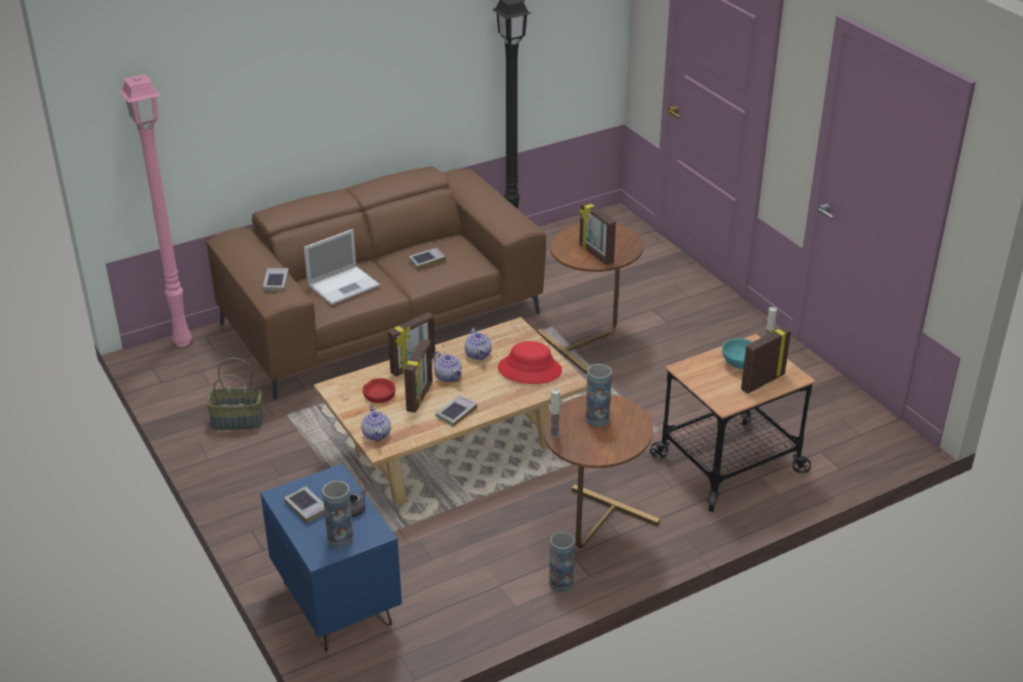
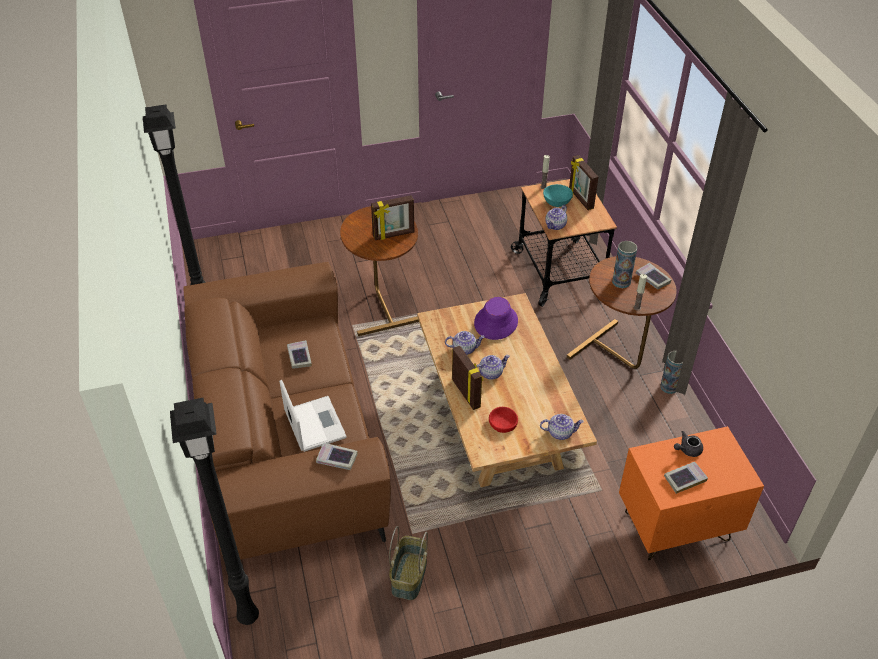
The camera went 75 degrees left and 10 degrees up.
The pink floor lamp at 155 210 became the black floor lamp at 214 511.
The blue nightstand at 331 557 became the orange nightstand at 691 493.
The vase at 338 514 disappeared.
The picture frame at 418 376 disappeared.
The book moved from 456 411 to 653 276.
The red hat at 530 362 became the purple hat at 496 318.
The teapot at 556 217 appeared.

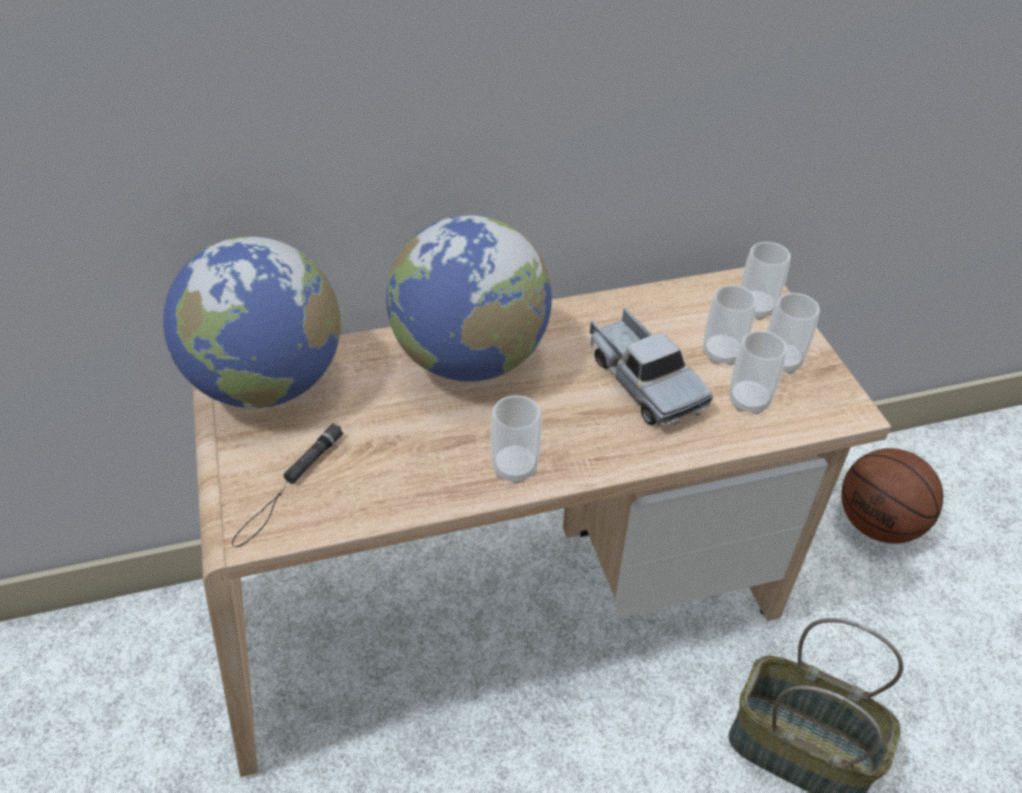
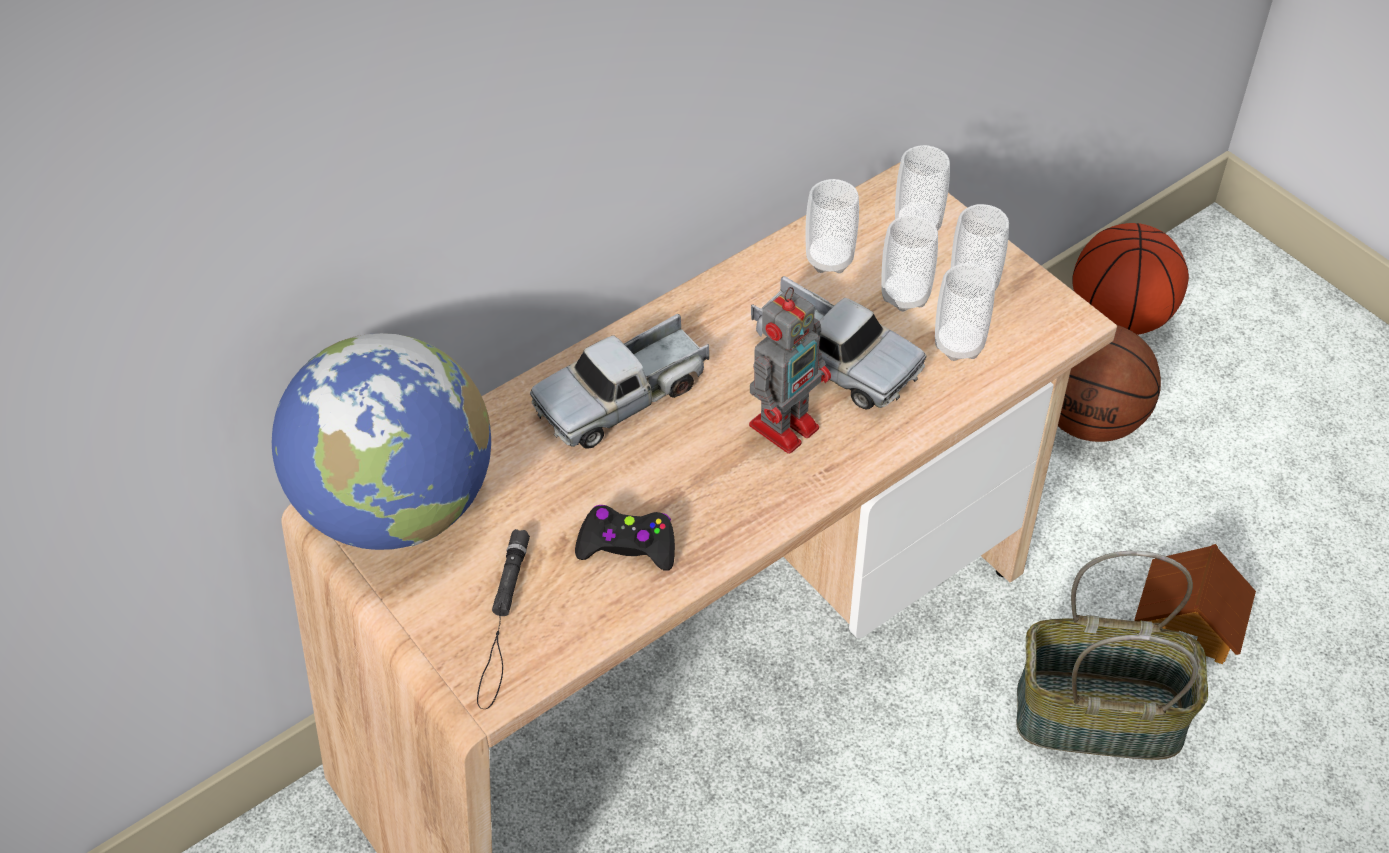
The camera went 20 degrees left and 5 degrees up.
The globe at 469 298 was replaced by the toy truck at 619 381.
The cup moved from 516 439 to 832 226.
The black game controller at 625 538 appeared.
The toy robot at 790 370 appeared.
The basketball at 1130 279 appeared.
The toy house at 1195 604 appeared.

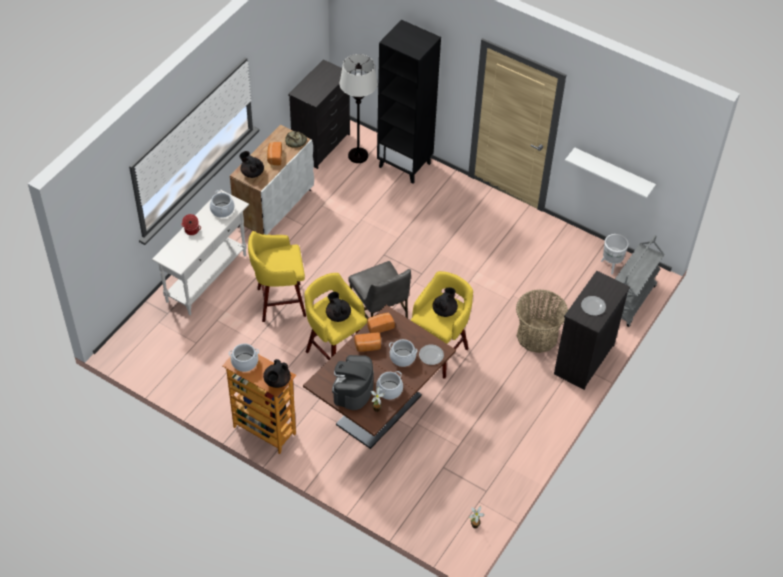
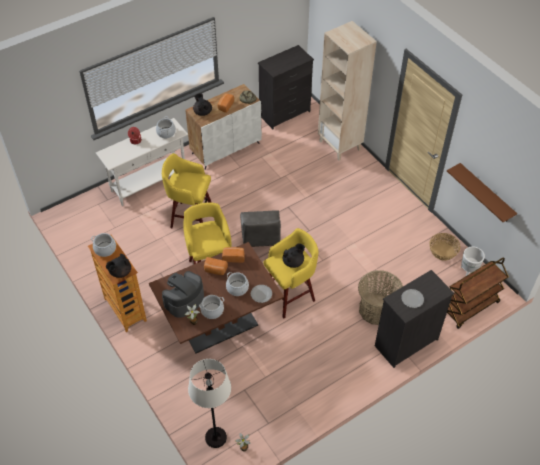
The camera went 25 degrees right and 0 degrees up.
The black teapot at 338 307 disappeared.
The white floor lamp moved from 359 108 to 209 403.
The black bookcase at 409 101 became the beige bookcase at 347 91.
The white shelf at 610 172 became the brown shelf at 482 193.
The grey cart at 639 281 became the brown cart at 478 293.
The basket at 445 247 appeared.

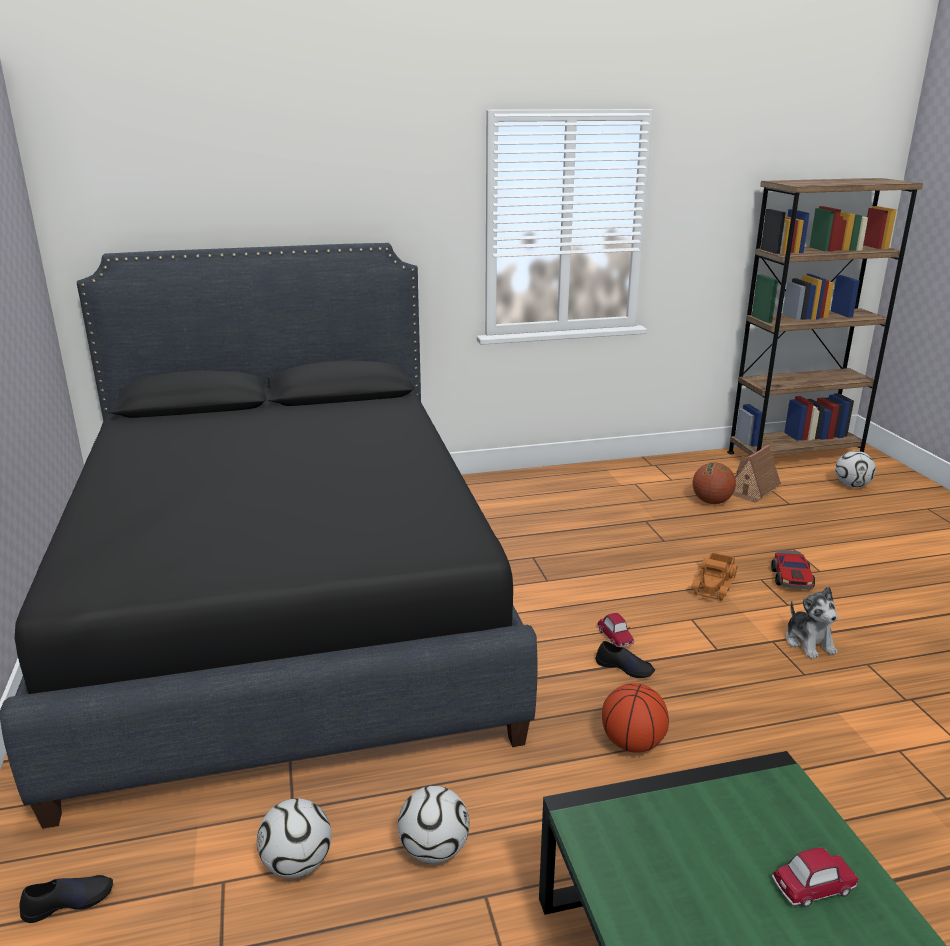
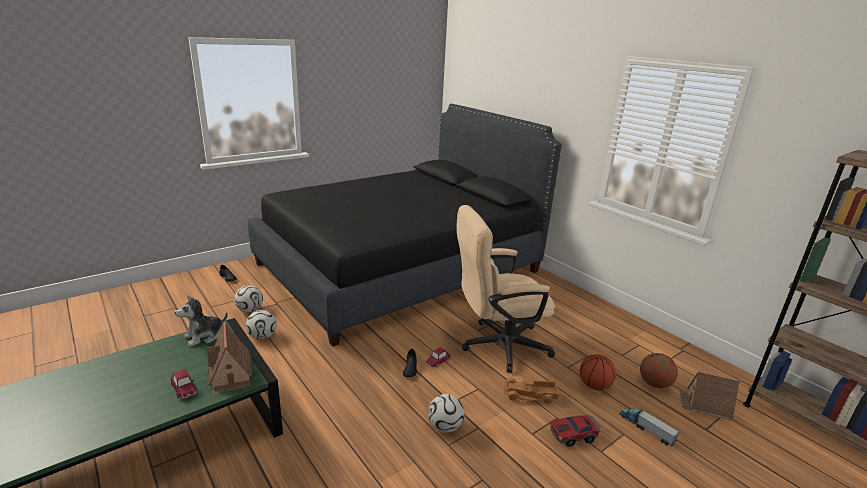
The camera went 65 degrees right and 0 degrees up.
The basketball moved from 635 718 to 598 372.
The plush toy moved from 812 622 to 201 321.
The football moved from 855 469 to 446 413.
The toy house at 229 358 appeared.
The beige office chair at 505 289 appeared.
The toy truck at 649 427 appeared.

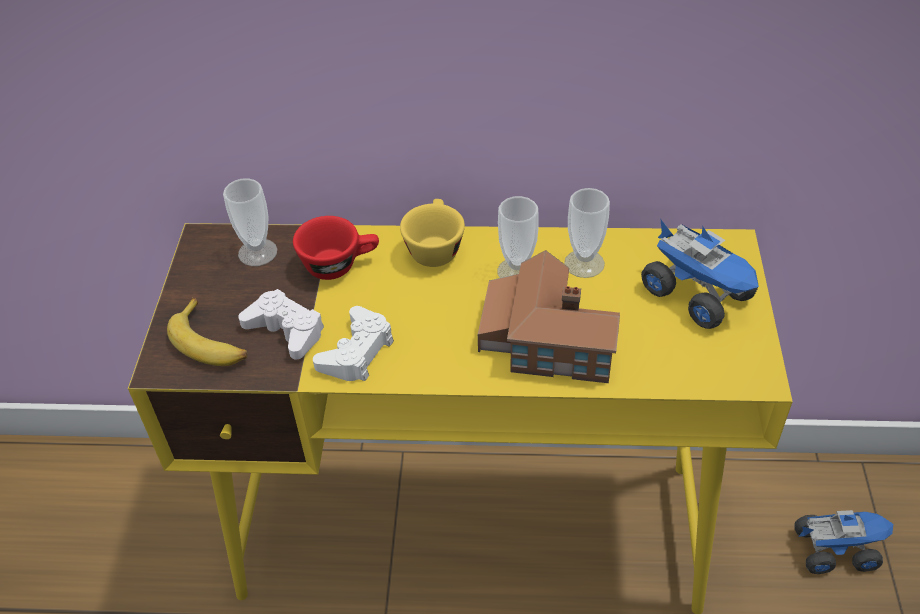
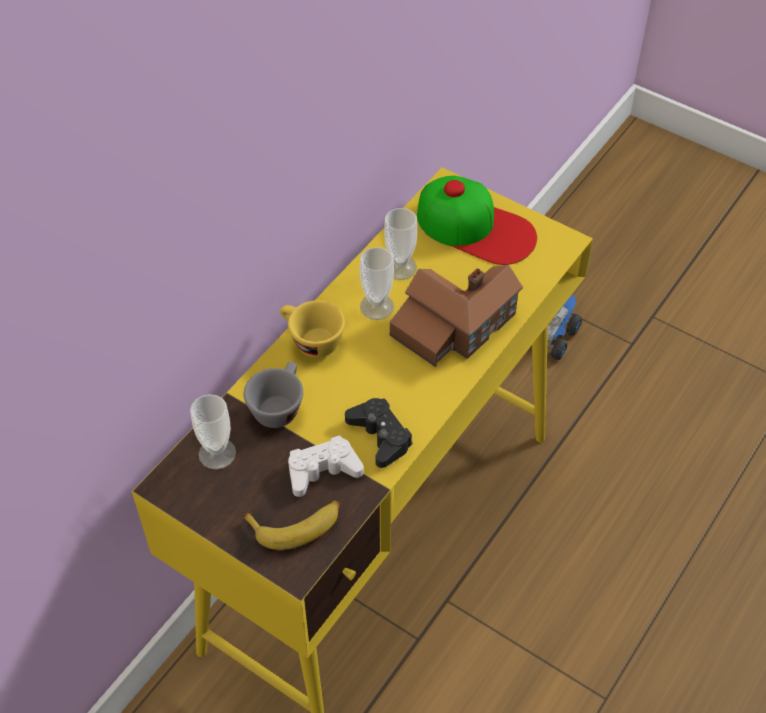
The camera went 60 degrees left and 5 degrees up.
The red cup at 336 248 became the grey cup at 273 395.
The white game controller at 353 343 became the black game controller at 379 433.
The toy truck at 700 274 was replaced by the cap at 477 220.

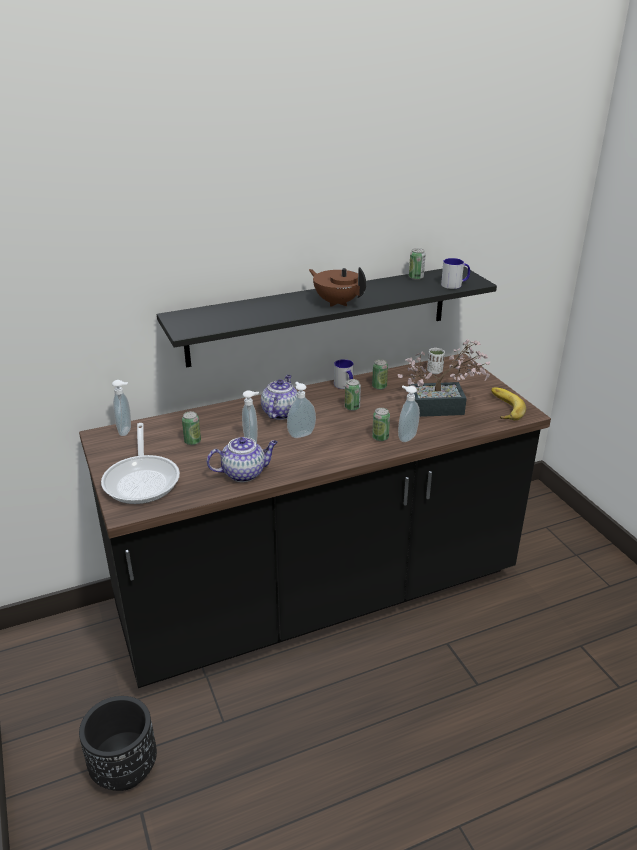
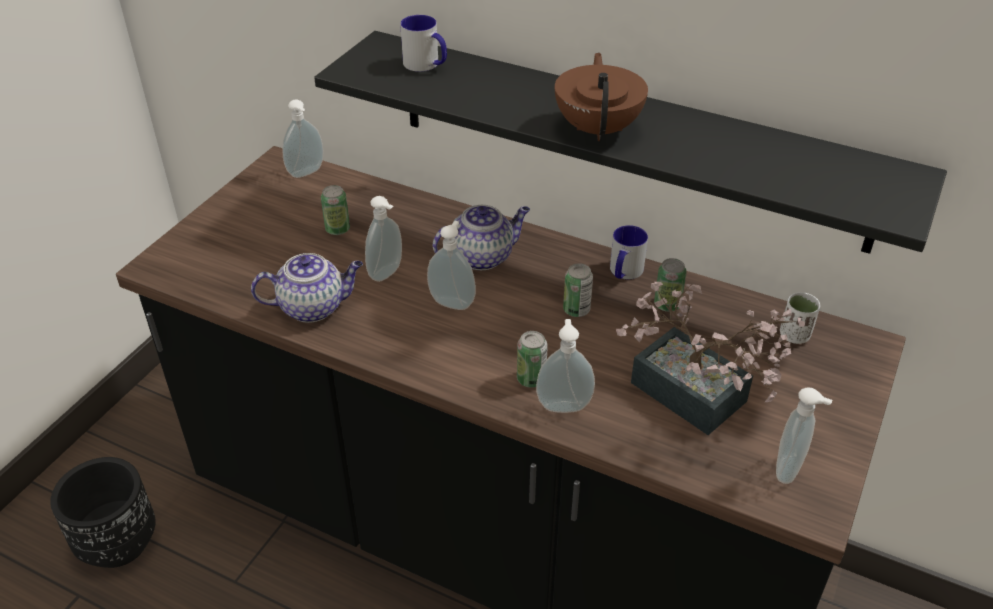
The camera went 50 degrees right and 10 degrees up.
The frying pan at 140 463 disappeared.
The teapot at 242 459 turned 45 degrees counterclockwise.
The can at 417 264 disappeared.
The mug moved from 455 273 to 423 43.
The banana at 508 403 was replaced by the soap dispenser at 804 435.

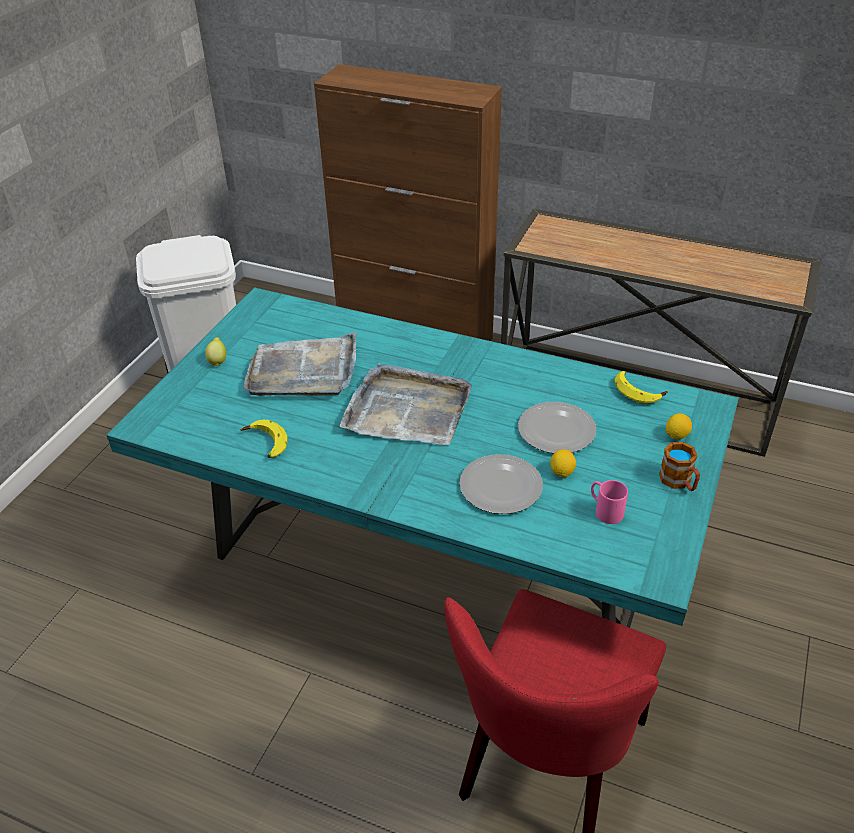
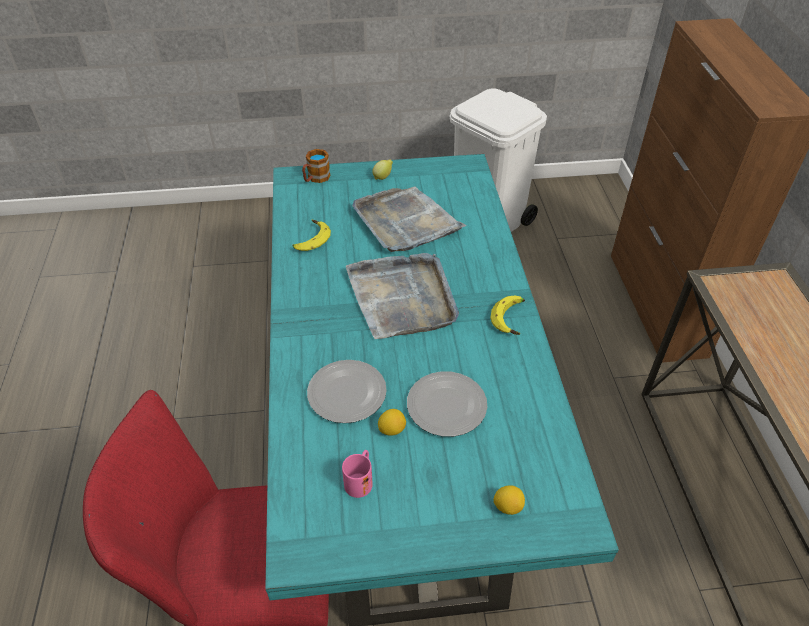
The camera went 60 degrees right and 5 degrees up.
The banana moved from 640 387 to 507 315.
The mug moved from 679 466 to 316 166.

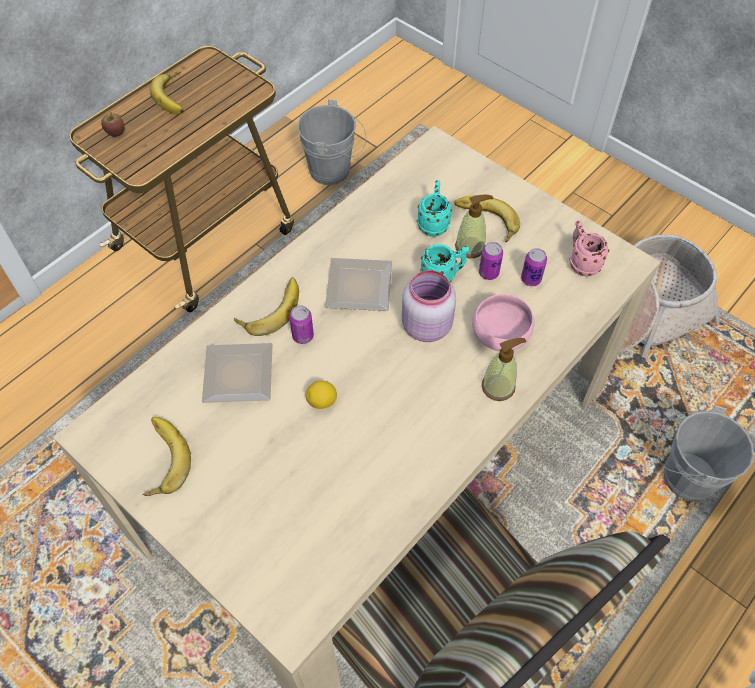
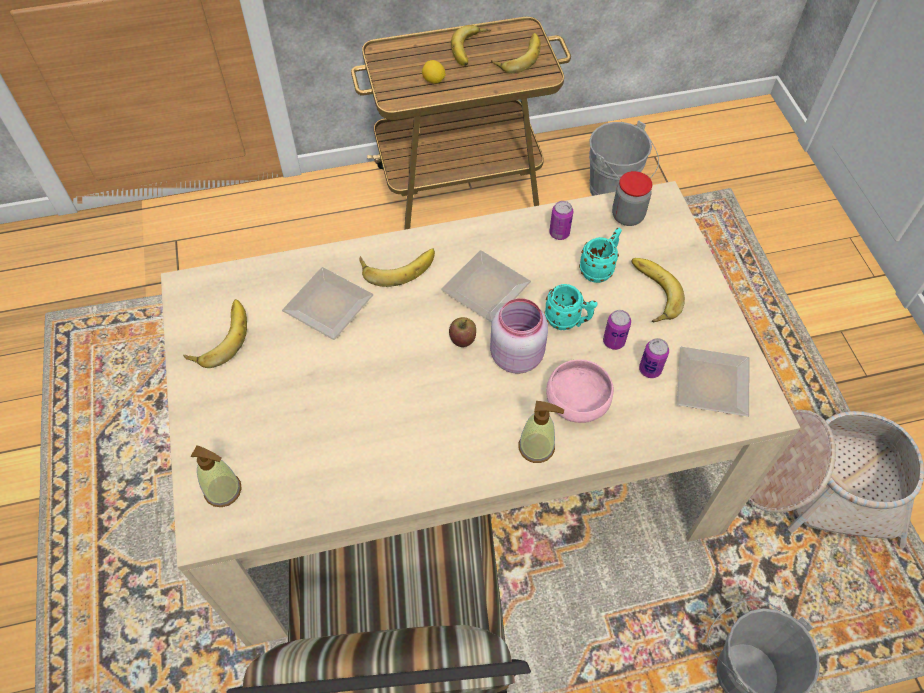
The camera went 35 degrees right and 0 degrees up.
The apple moved from 112 124 to 462 332.
The can moved from 301 324 to 561 220.
The lemon moved from 321 394 to 434 72.
The soap dispenser moved from 474 226 to 216 476.
The pink mug at 589 248 was replaced by the plate at 713 381.
The banana at 516 53 appeared.
The jar at 632 198 appeared.

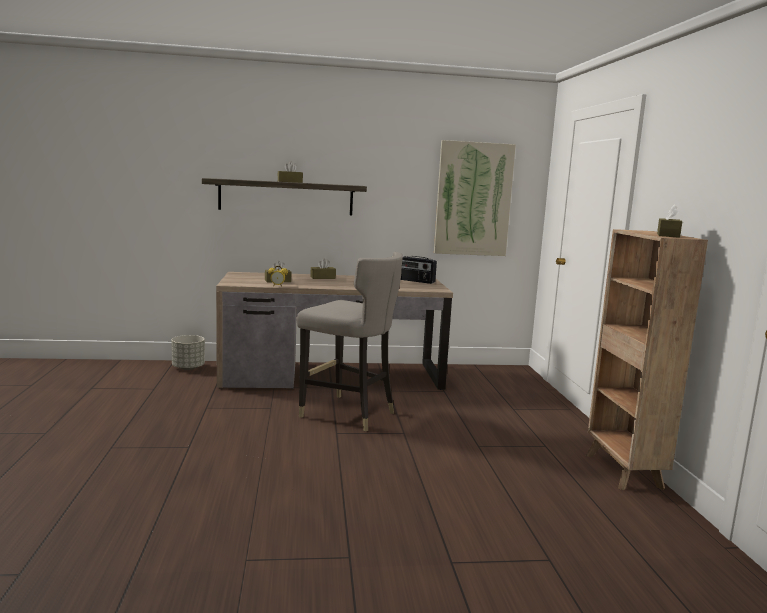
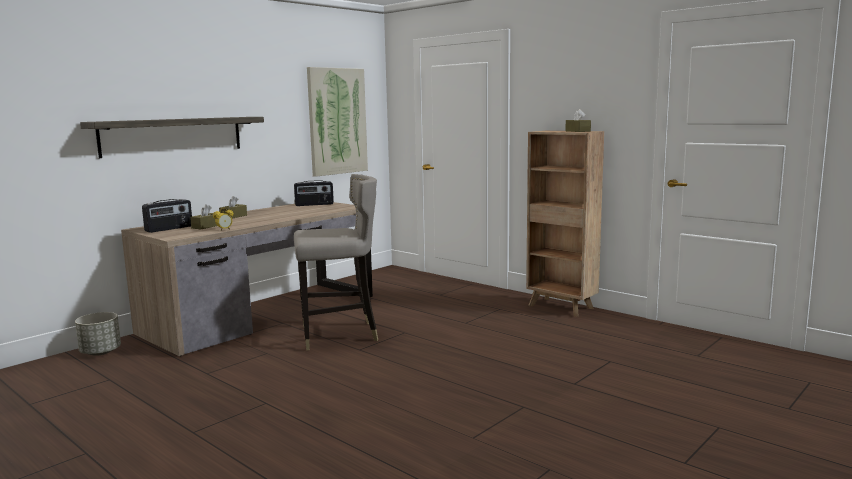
The camera went 40 degrees left and 0 degrees up.
The brown tissue box at 290 172 disappeared.
The radio at 167 216 appeared.

